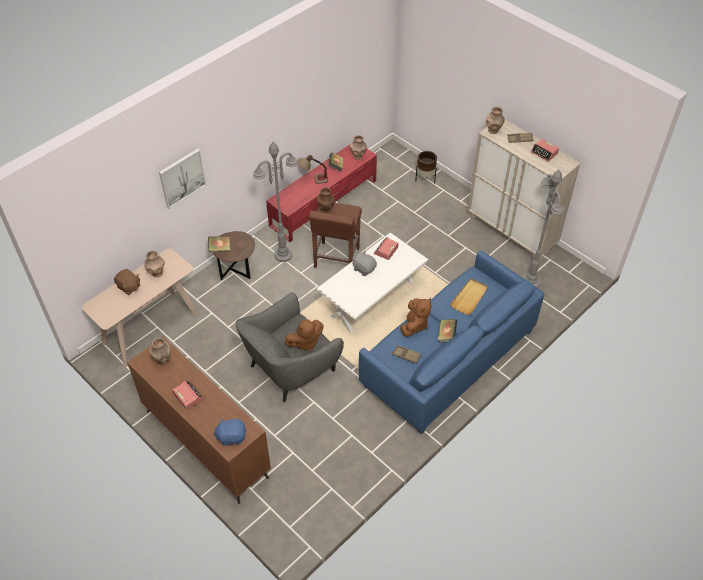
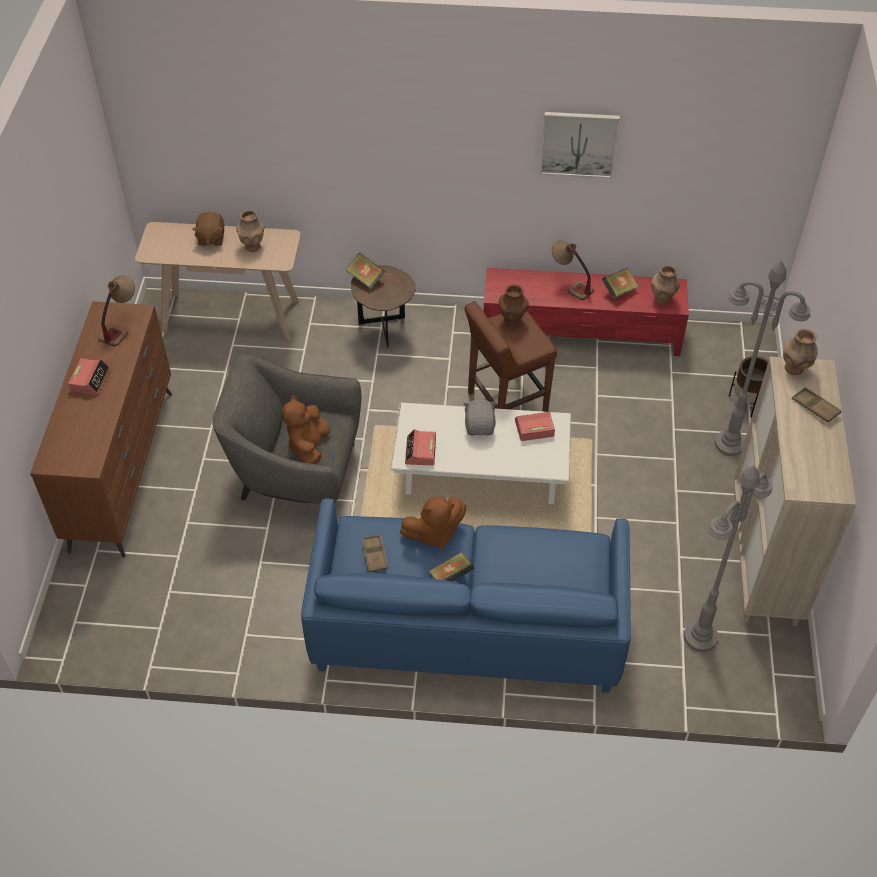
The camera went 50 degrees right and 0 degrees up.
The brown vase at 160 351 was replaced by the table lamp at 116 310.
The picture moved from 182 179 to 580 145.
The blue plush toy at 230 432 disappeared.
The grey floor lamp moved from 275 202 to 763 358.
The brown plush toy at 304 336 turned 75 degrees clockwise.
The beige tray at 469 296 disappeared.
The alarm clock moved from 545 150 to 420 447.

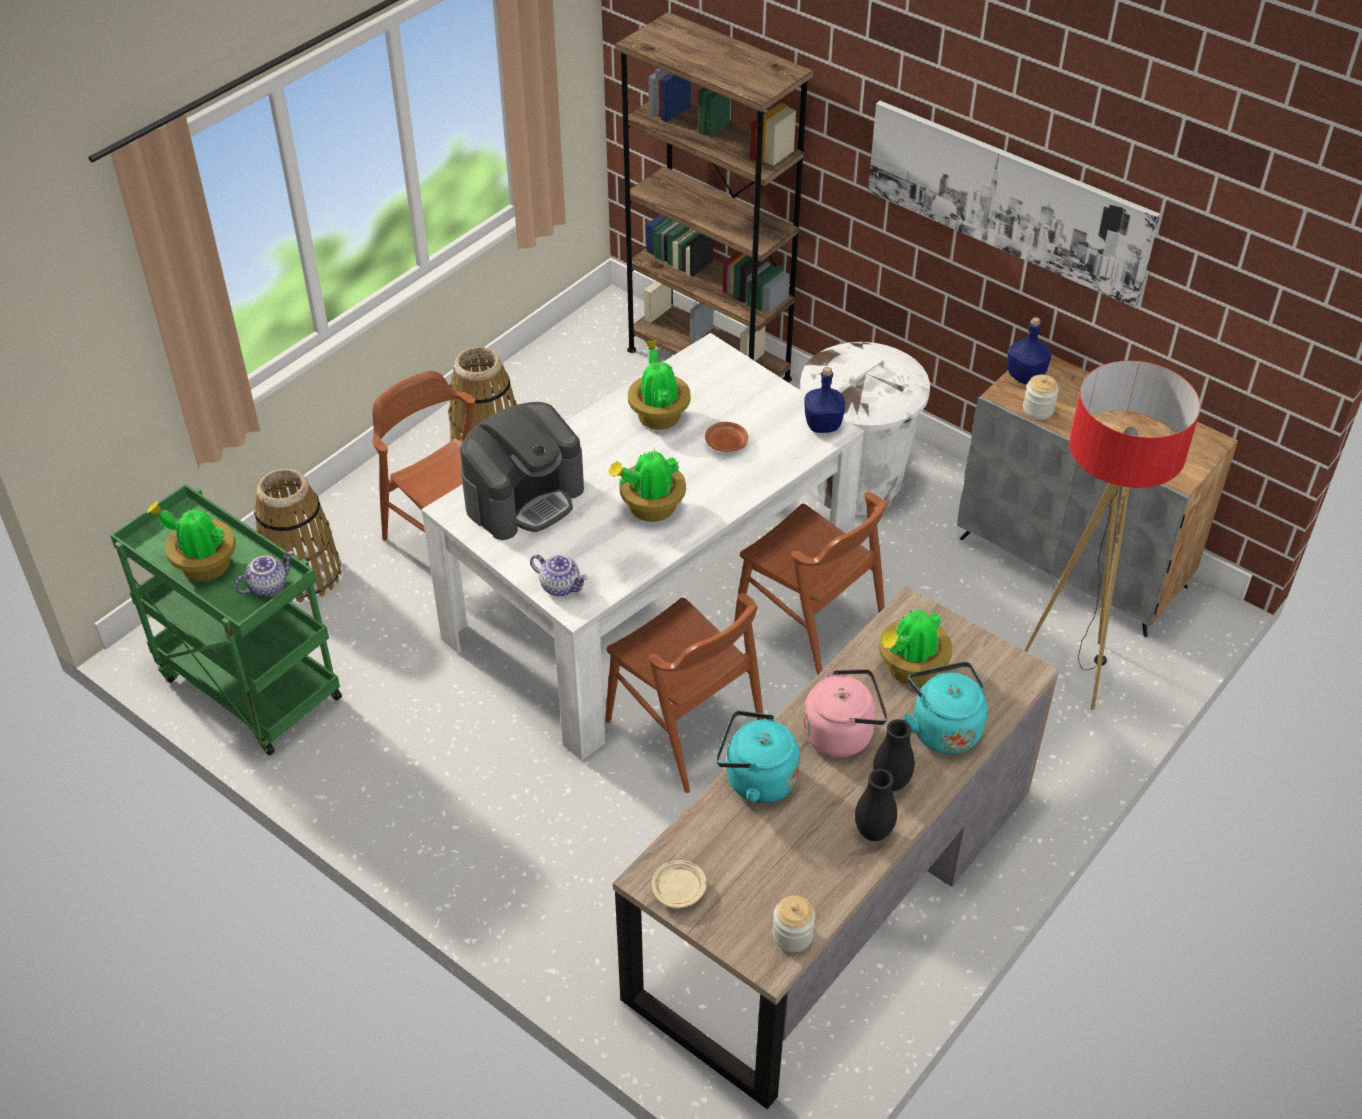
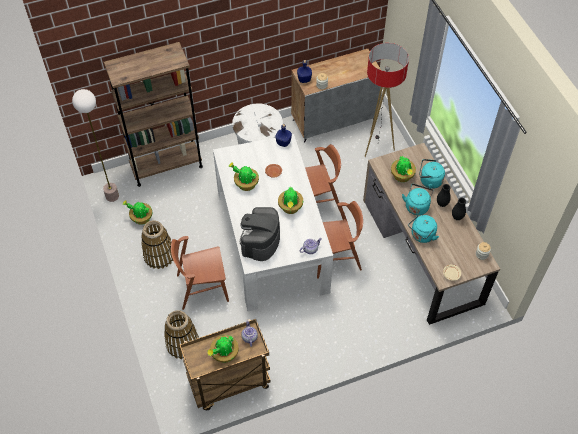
The camera went 60 degrees left and 10 degrees up.
The green cart at 226 619 became the brown cart at 225 364.
The coffee machine at 522 471 turned 150 degrees counterclockwise.
The pink kettle at 845 712 became the turquoise kettle at 418 199.
The picture at 1014 204 disappeared.
The floor lamp at 95 145 appeared.
The potted plant at 137 212 appeared.

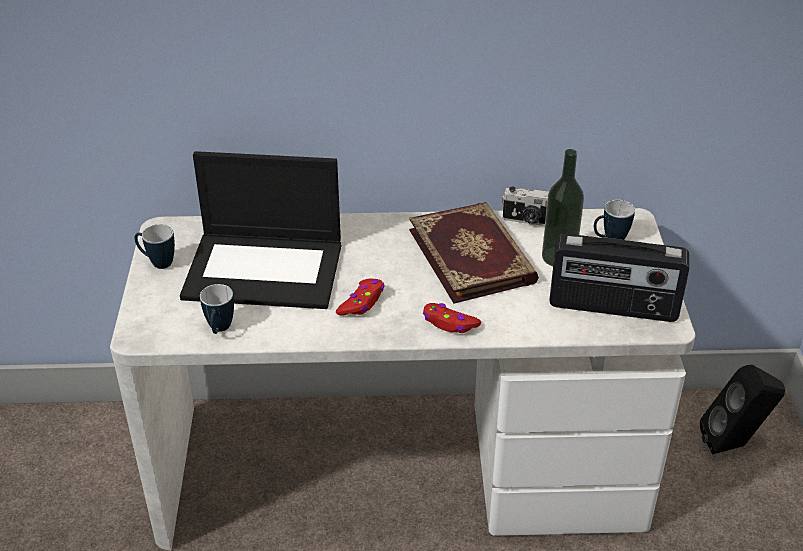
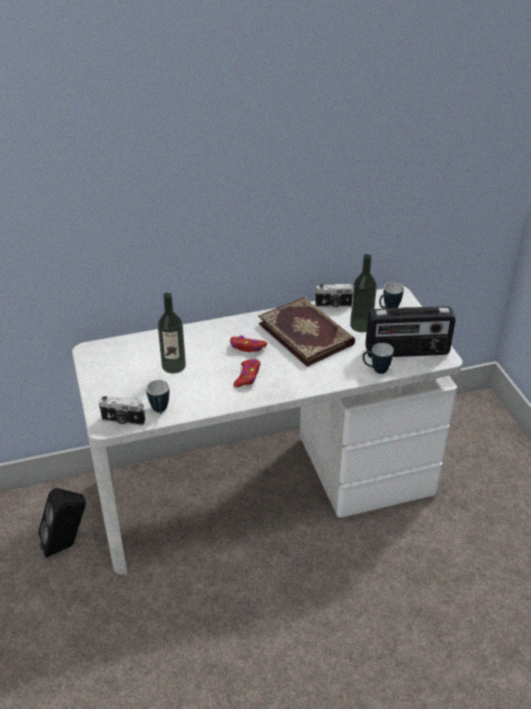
The camera went 15 degrees left and 0 degrees up.
The mug moved from 154 246 to 378 358.
The laptop at 260 230 was replaced by the bottle at 172 333.
The red game controller moved from 452 318 to 248 343.
The black speaker moved from 742 410 to 62 523.
The photo camera at 122 411 appeared.

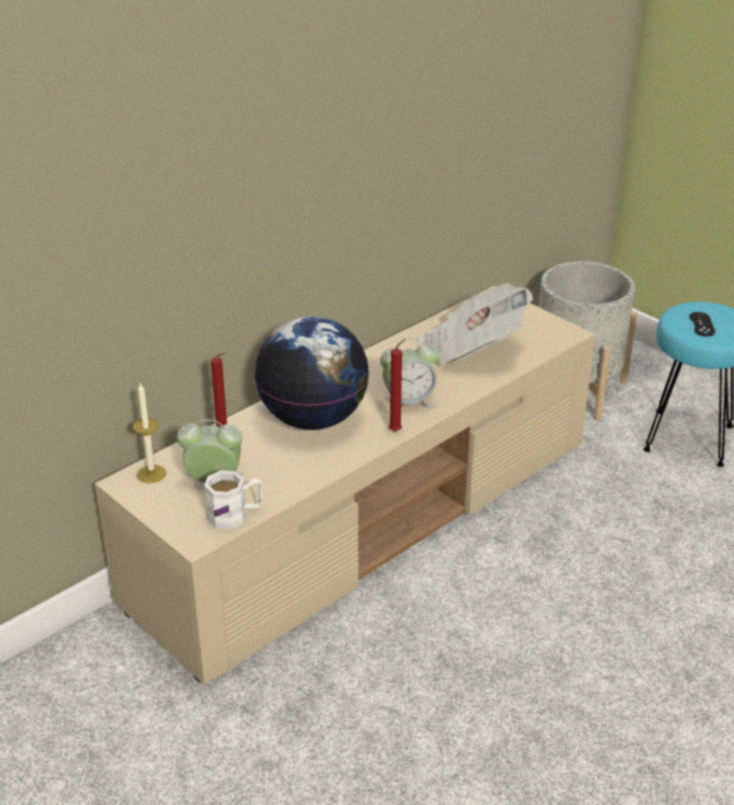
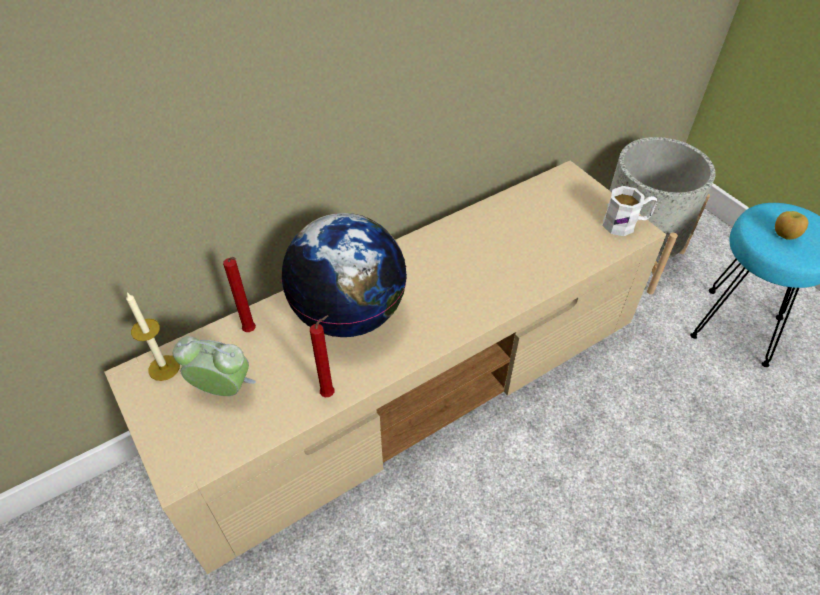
The camera went 10 degrees right and 15 degrees up.
The white mug moved from 233 499 to 630 211.
The alarm clock at 409 376 disappeared.
The red candle moved from 397 385 to 322 356.
The newspaper at 475 324 disappeared.
The black game controller at 702 324 was replaced by the apple at 791 225.

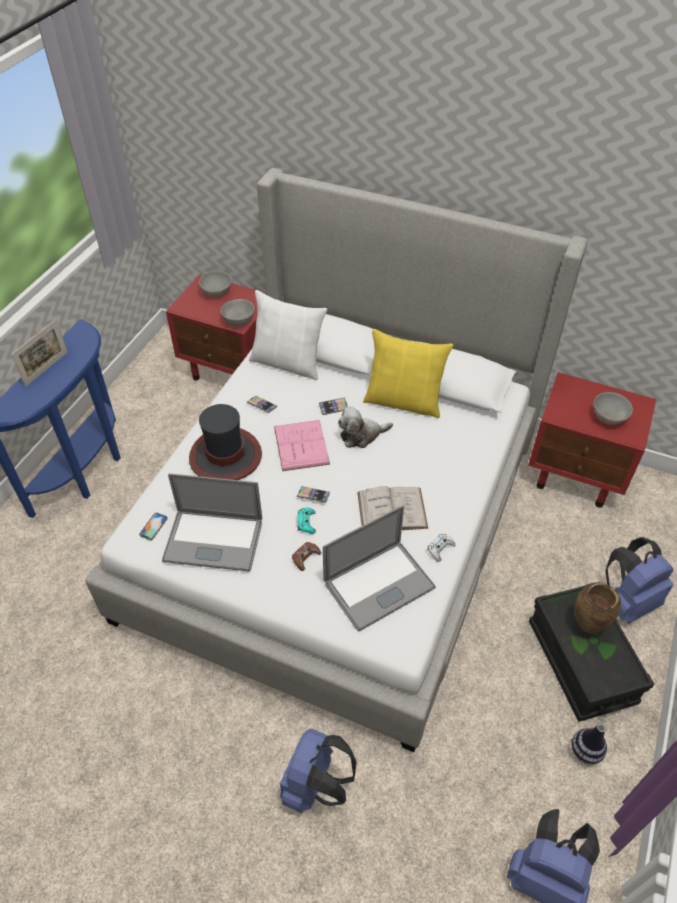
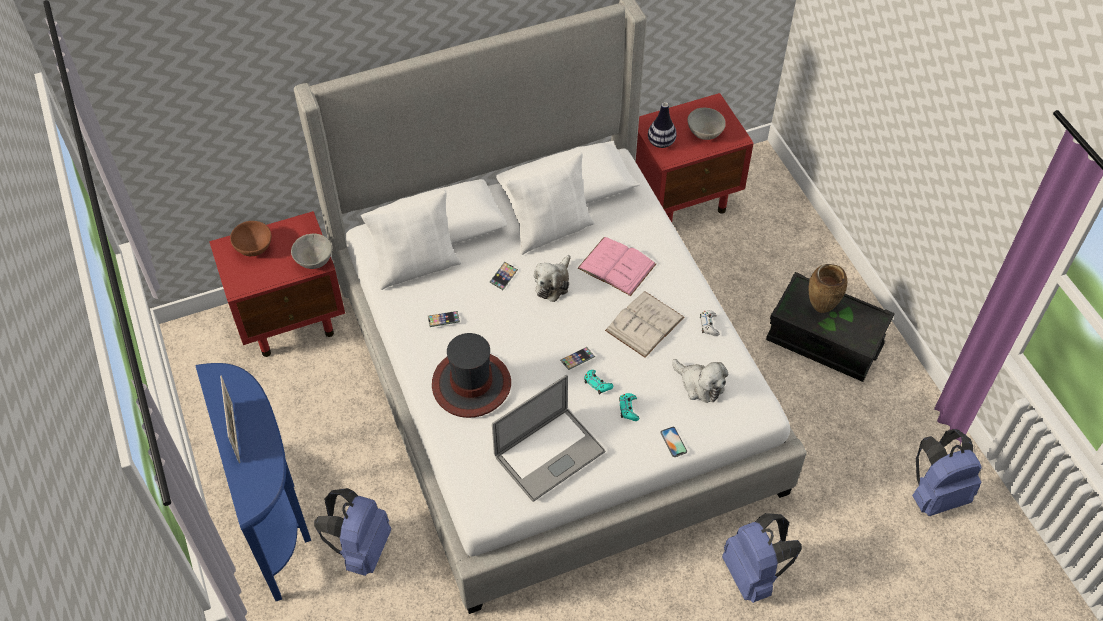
The camera went 45 degrees left and 5 degrees up.
The phone moved from 153 526 to 674 442.
The grey bowl at 215 284 became the brown bowl at 250 238.
The pink book moved from 302 445 to 616 266.
The brown game controller at 306 556 became the turquoise game controller at 629 407.
The laptop at 379 568 was replaced by the plush toy at 700 381.
The yellow pillow at 408 373 became the white pillow at 549 203.
The vase moved from 589 744 to 662 125.
The blue backpack moved from 639 580 to 352 532.

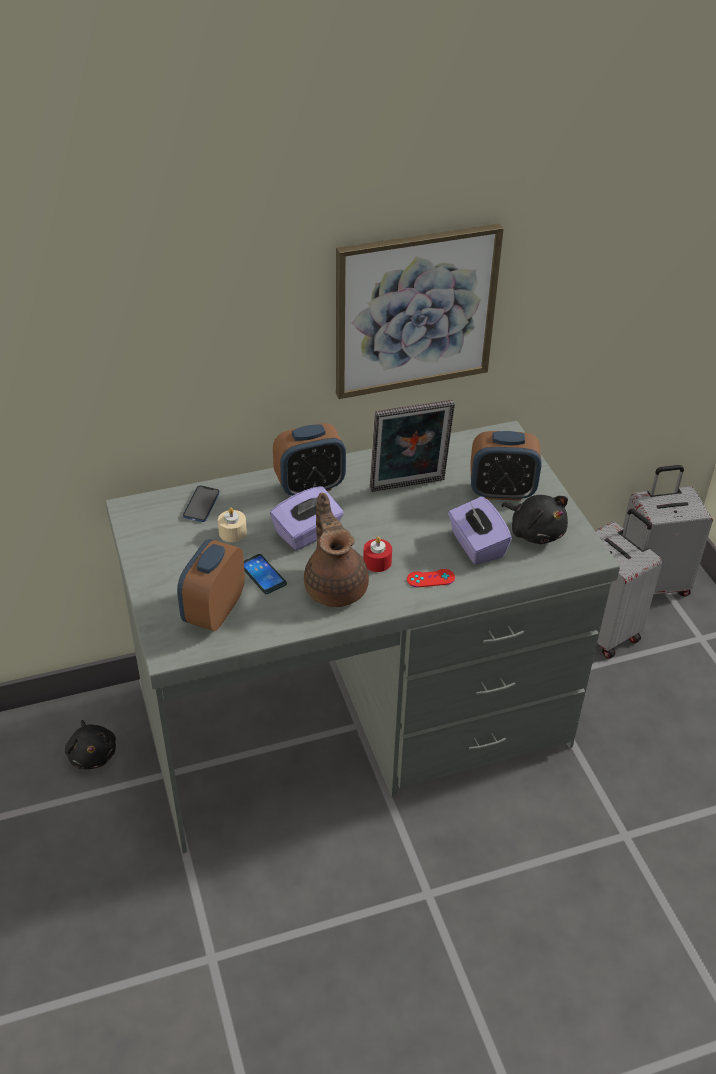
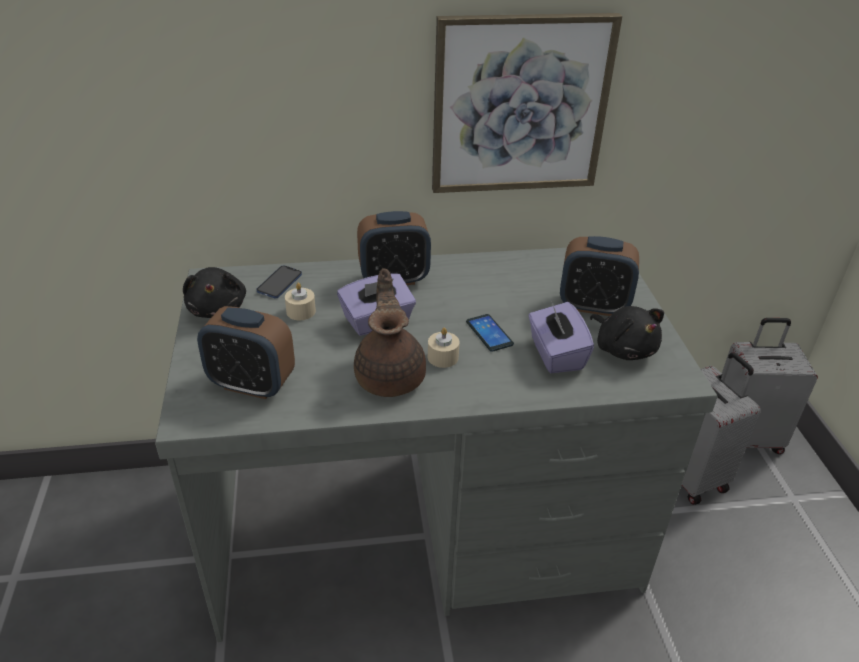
The camera went 10 degrees right and 5 degrees down.
The black plush toy moved from 90 744 to 214 292.
The alarm clock at 211 585 turned 105 degrees counterclockwise.
The phone moved from 265 574 to 490 333.
The red candle at 377 554 became the beige candle at 444 348.
The picture frame at 412 446 disappeared.
The red game controller at 431 578 disappeared.

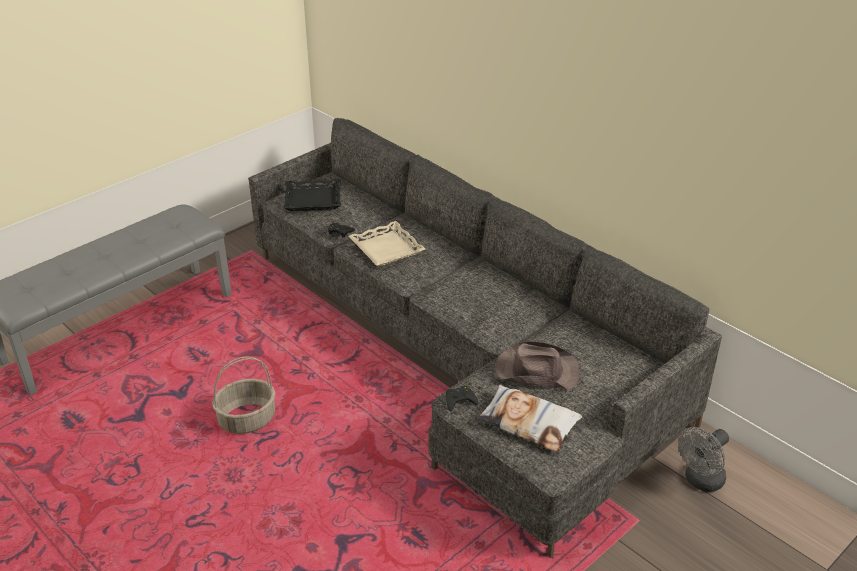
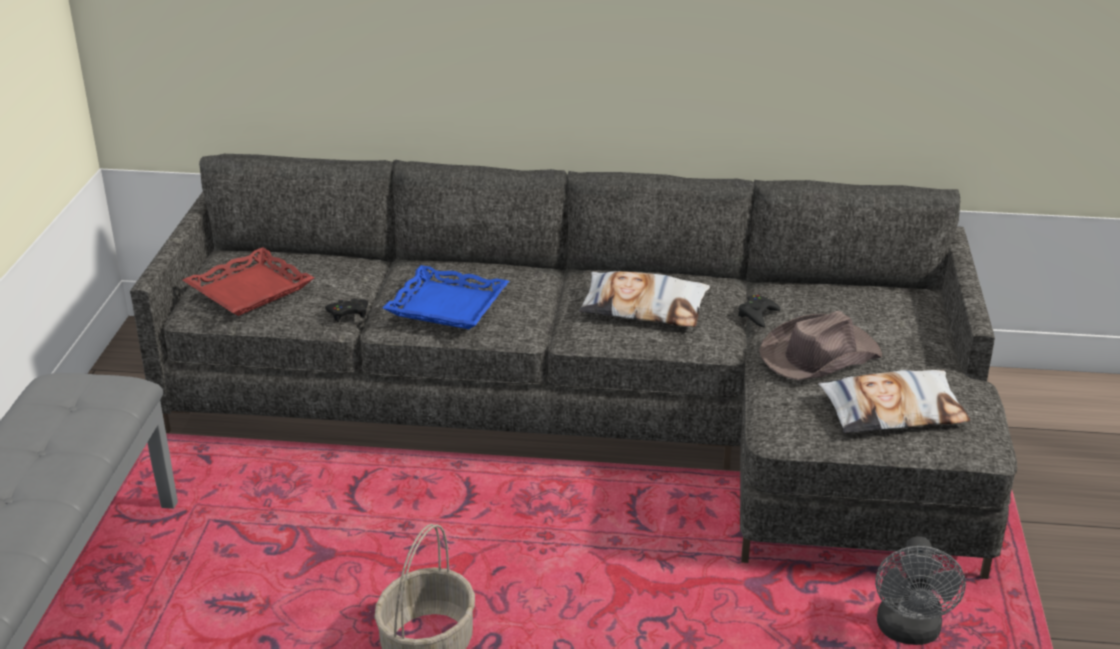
The camera went 40 degrees left and 5 degrees down.
The black tray at 312 195 became the red tray at 249 281.
The beige tray at 387 244 became the blue tray at 446 297.
The black game controller moved from 462 399 to 759 311.
The grey fan moved from 703 459 to 920 590.
The pillow at 644 299 appeared.

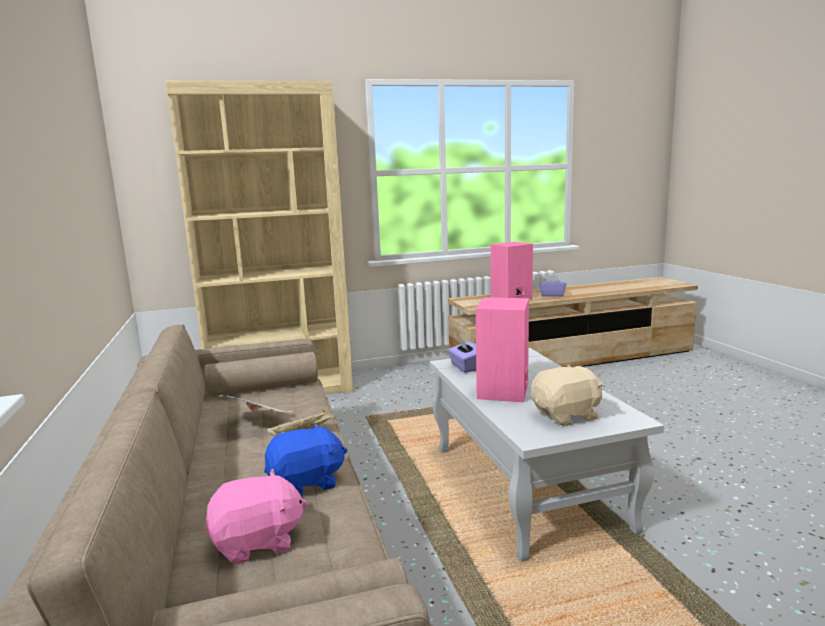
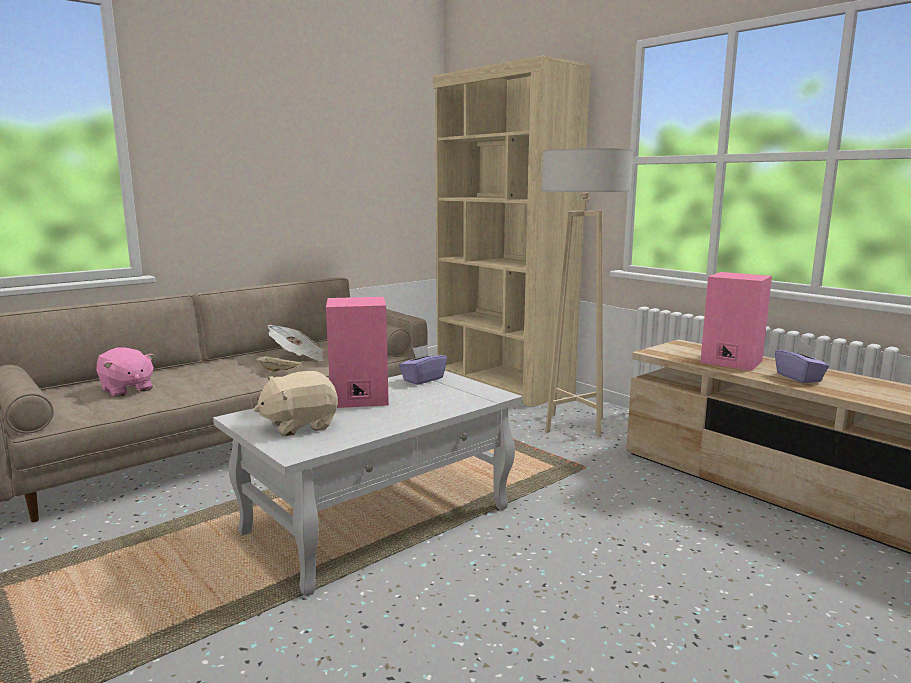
The camera went 65 degrees right and 0 degrees up.
The blue plush toy at 305 459 disappeared.
The beige plush toy at 567 395 turned 105 degrees clockwise.
The beige floor lamp at 587 292 appeared.

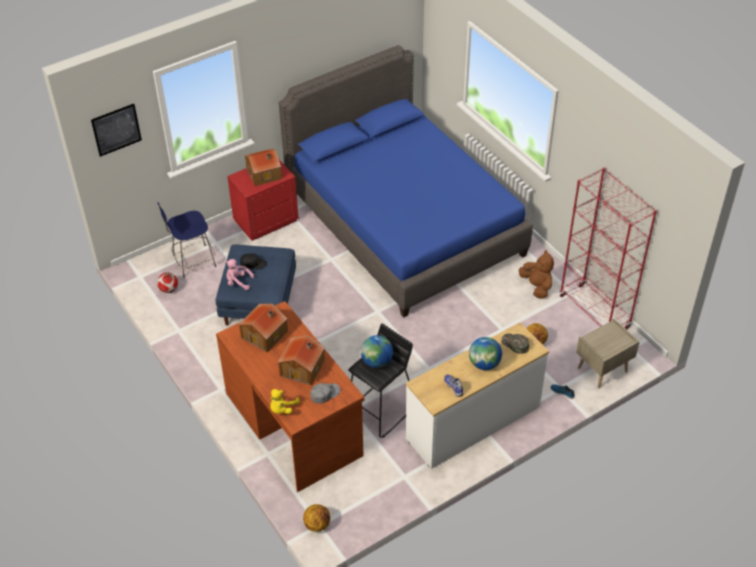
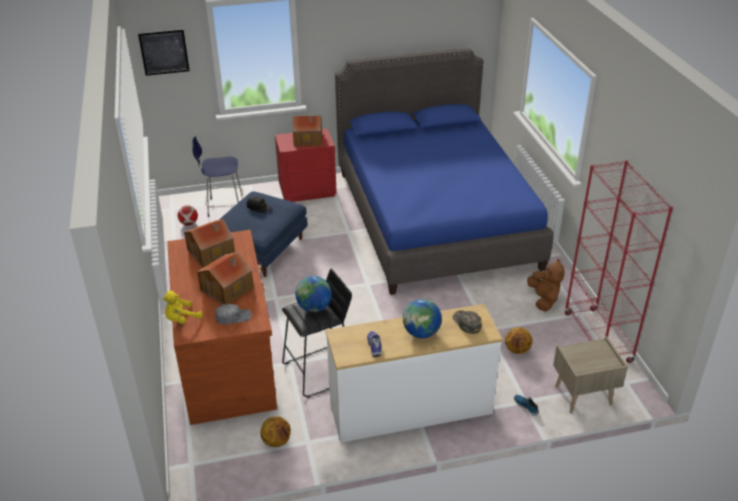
The camera went 20 degrees right and 10 degrees down.
The pink plush toy at 240 274 disappeared.
The basketball moved from 316 518 to 275 432.

